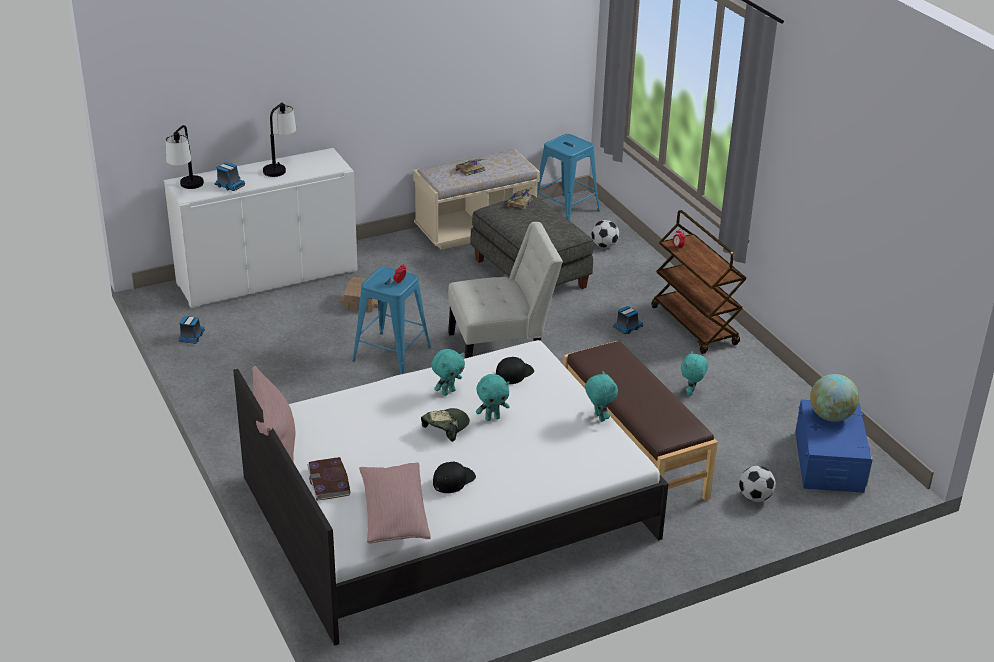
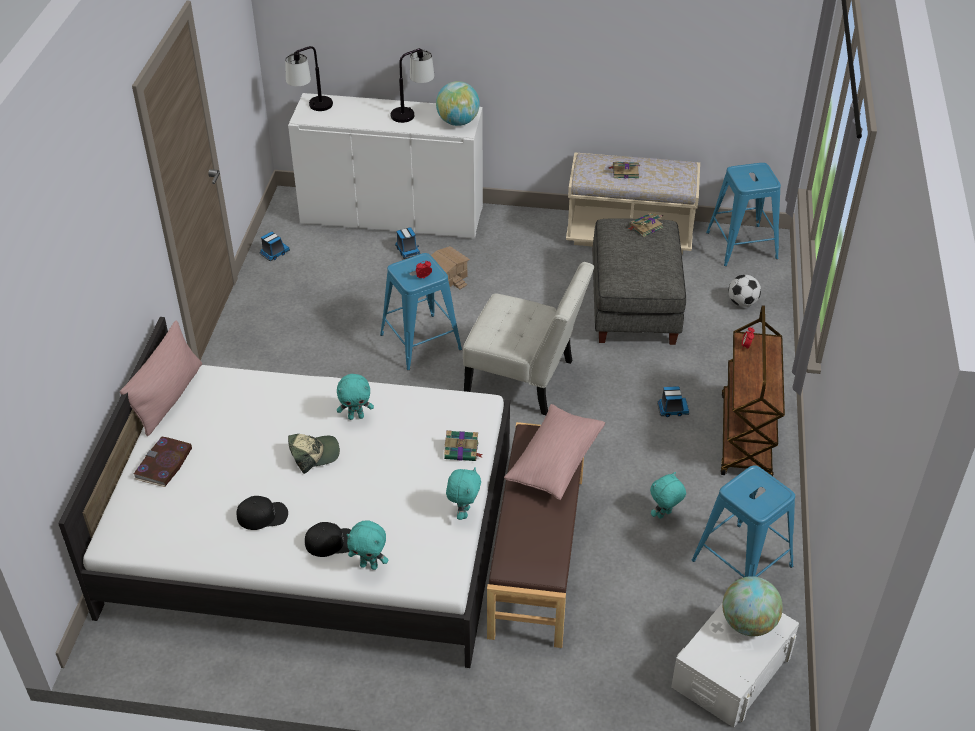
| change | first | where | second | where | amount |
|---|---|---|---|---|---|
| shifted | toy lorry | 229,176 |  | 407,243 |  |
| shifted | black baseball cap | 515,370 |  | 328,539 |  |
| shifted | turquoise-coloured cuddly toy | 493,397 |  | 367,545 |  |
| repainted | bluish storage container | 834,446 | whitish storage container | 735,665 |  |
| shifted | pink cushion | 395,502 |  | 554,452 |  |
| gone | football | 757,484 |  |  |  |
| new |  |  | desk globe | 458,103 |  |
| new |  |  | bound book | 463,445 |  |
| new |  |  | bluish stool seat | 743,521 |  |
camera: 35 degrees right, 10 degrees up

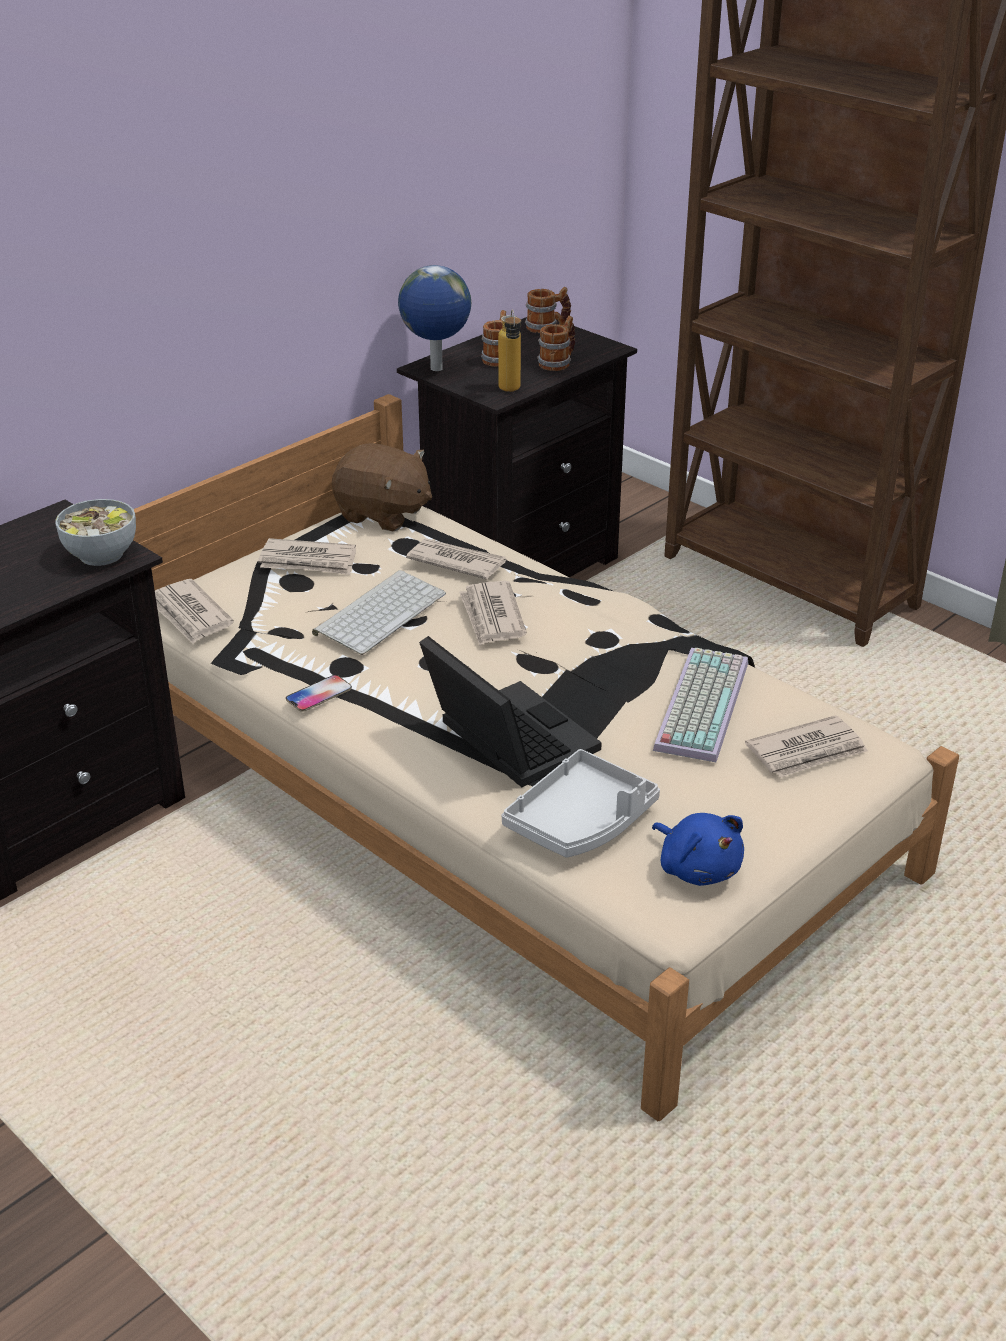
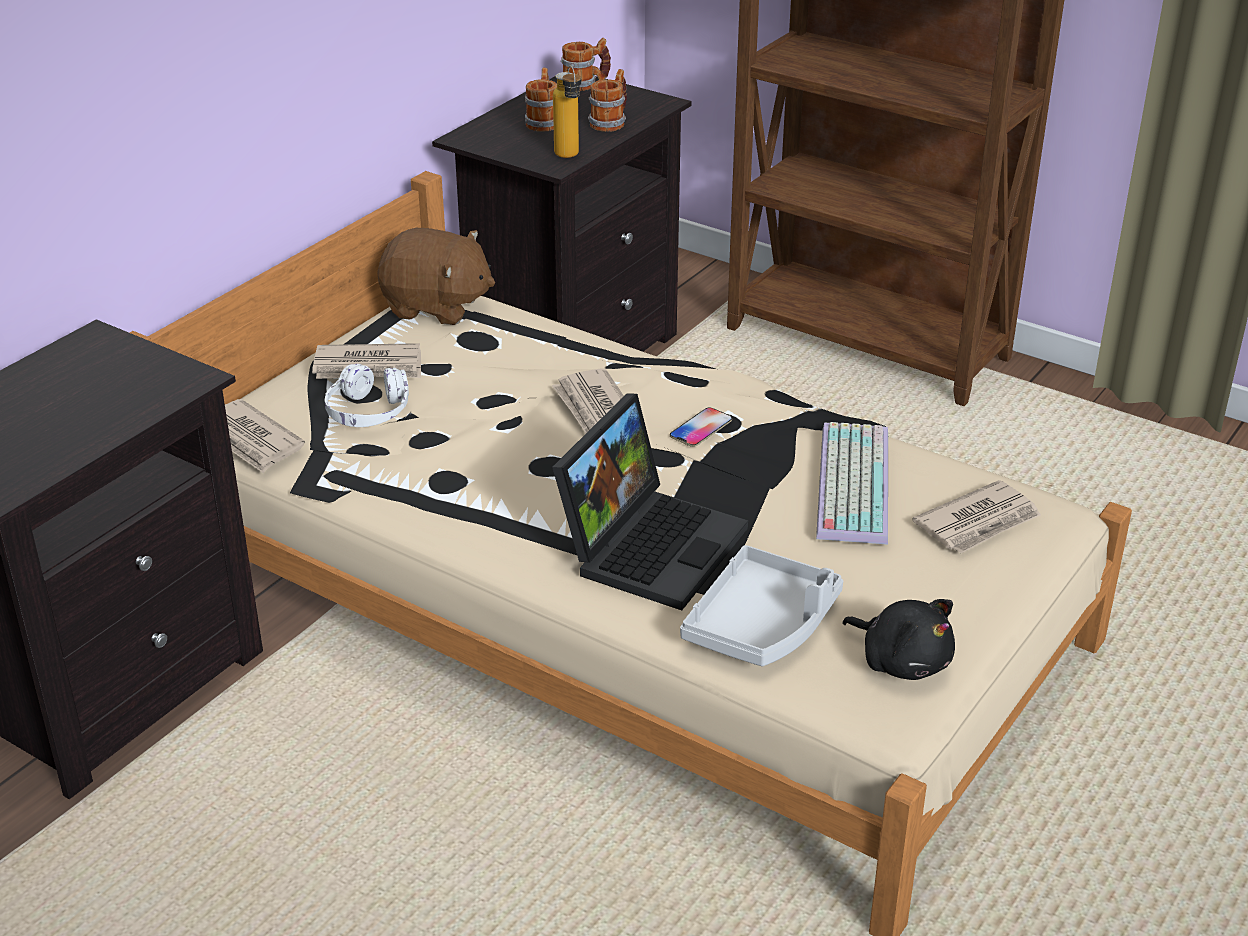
| change | first | where | second | where | amount |
|---|---|---|---|---|---|
| gone | desk globe | 434,318 |  |  |  |
| gone | serving bowl | 96,532 |  |  |  |
| gone | printed paper | 456,558 |  |  |  |
| gone | PC keyboard | 379,612 |  |  |  |
| rotated | notebook computer | 510,711 |  | 650,501 | 75 degrees clockwise |
| shifted | phone | 319,693 |  | 701,427 |  |
| repainted | bluish cuddly toy | 698,849 | black cuddly toy | 898,639 |  |
| new |  |  | whitish pair of headphones | 367,395 |  |
camera: 10 degrees left, 0 degrees up

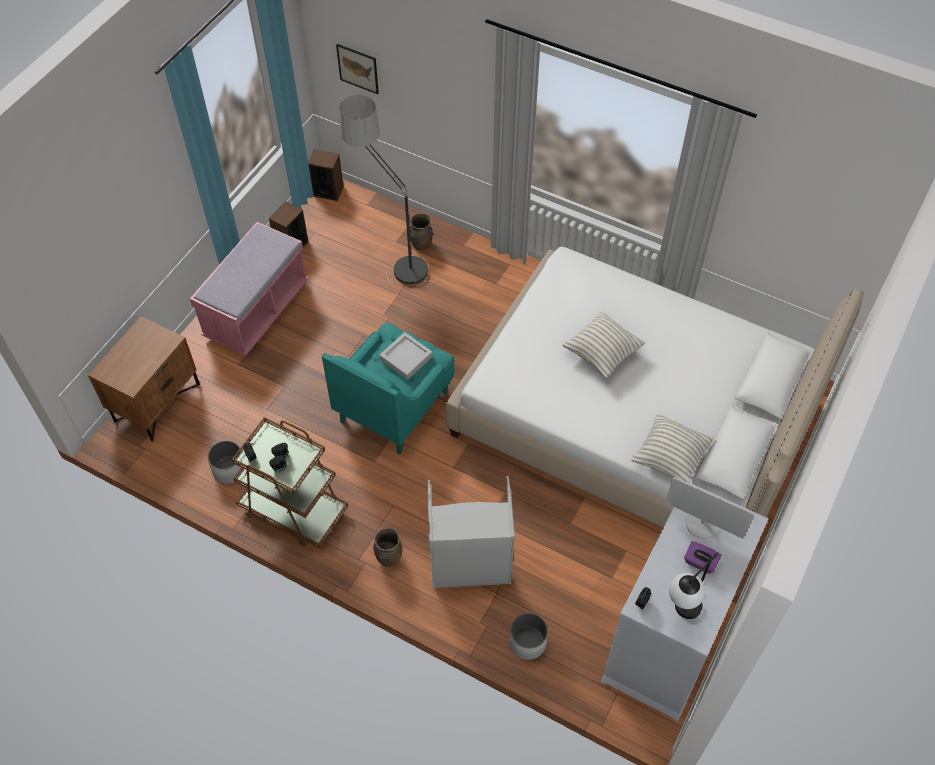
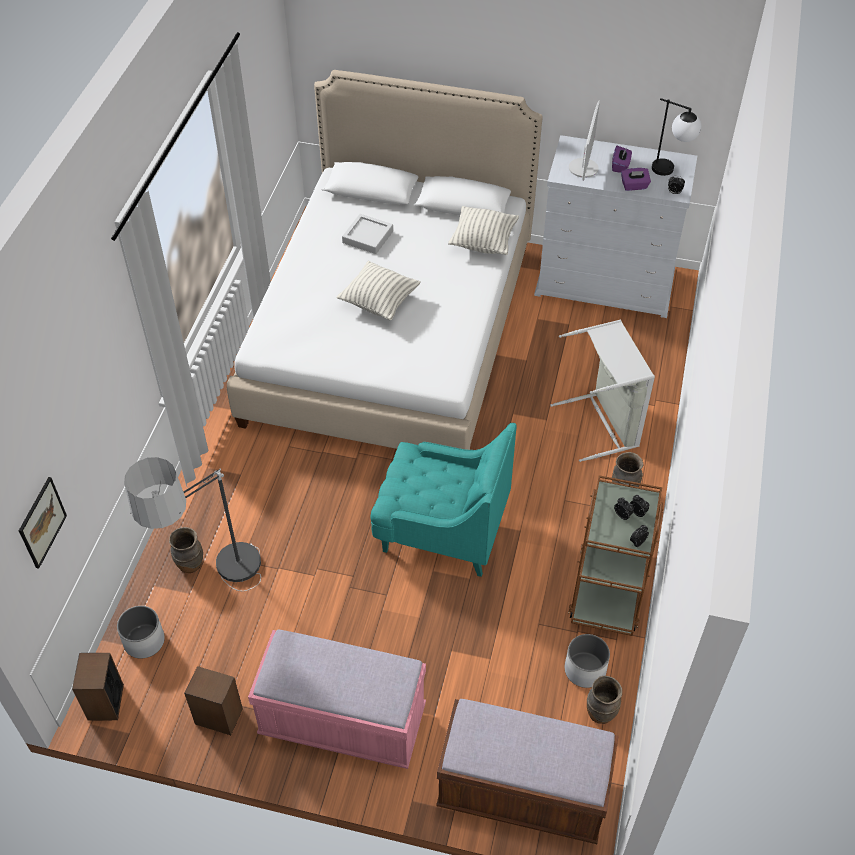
| change | first | where | second | where | amount |
|---|---|---|---|---|---|
| swapped | brown-coloured night table | 144,378 | brown-coloured indoor bench | 527,771 |  |
| shifted | grey carrying tray | 406,356 |  | 367,234 |  |
| shifted | whitish plant pot | 528,636 |  | 141,632 |  |
| new |  |  | purplish tissue holder | 636,179 |  |
| new |  |  | brown-coloured decorative vase | 604,700 |  |
camera: 105 degrees left, 5 degrees down

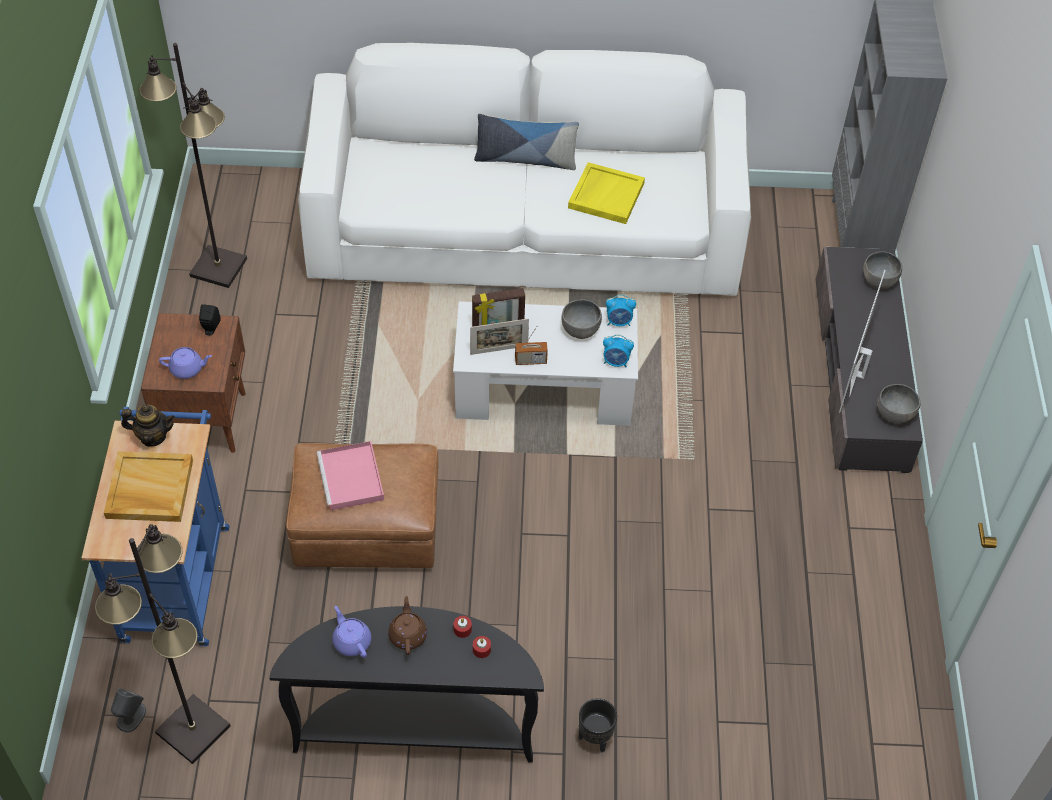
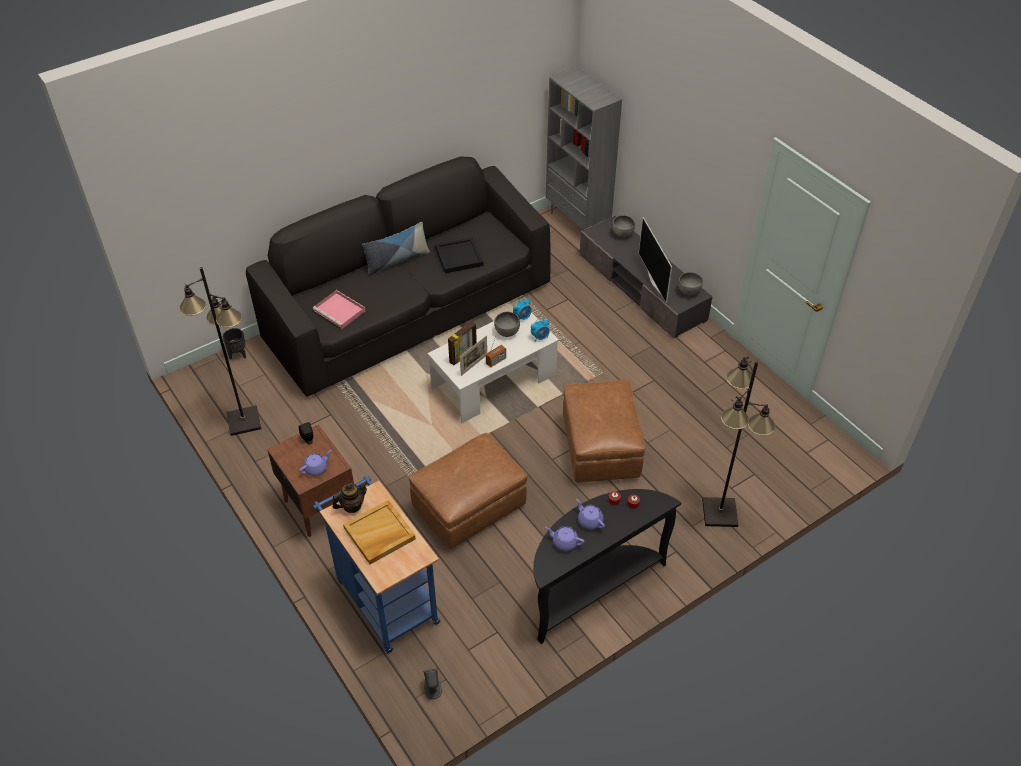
| change | first | where | second | where | amount |
|---|---|---|---|---|---|
| repainted | whitish settee | 524,169 | black settee | 398,276 |  |
| repainted | yellowish carrying tray | 606,193 | black carrying tray | 459,255 |  |
| shifted | pink carrying tray | 350,475 |  | 339,309 |  |
| shifted | black floor lamp | 162,644 |  | 739,442 |  |
| repainted | brown-coloured pot for tea | 407,625 | purplish pot for tea | 590,514 |  |
| shifted | black plant pot | 598,725 |  | 234,343 |  |
| new |  |  | brown-coloured ottoman | 604,431 |  |
camera: 35 degrees left, 5 degrees down

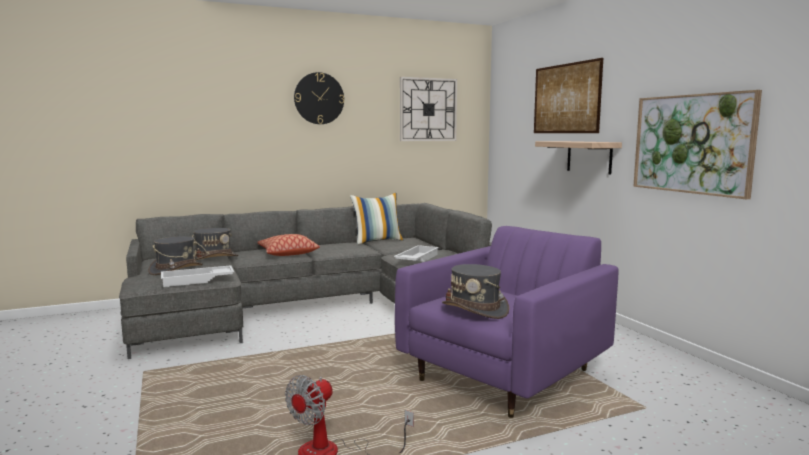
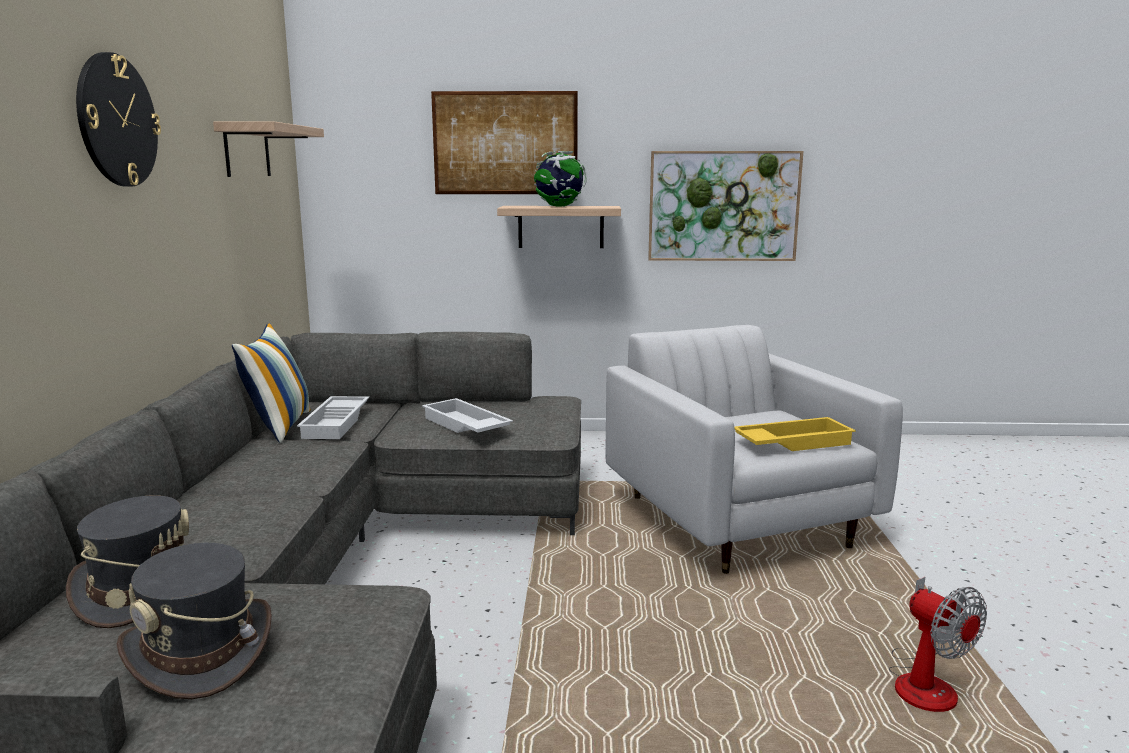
| change | first | where | second | where | amount |
|---|---|---|---|---|---|
| swapped | hanging clock | 428,109 | wall shelf | 268,149 |  |
| repainted | purplish armchair | 506,322 | whitish armchair | 754,449 |  |
| gone | cushion | 288,245 |  |  |  |
| swapped | grey hat | 475,291 | yellowish carrying tray | 795,434 |  |
| shifted | whitish carrying tray | 197,276 |  | 333,417 |  |
| new |  |  | desk globe | 560,179 |  |
camera: 65 degrees left, 5 degrees up

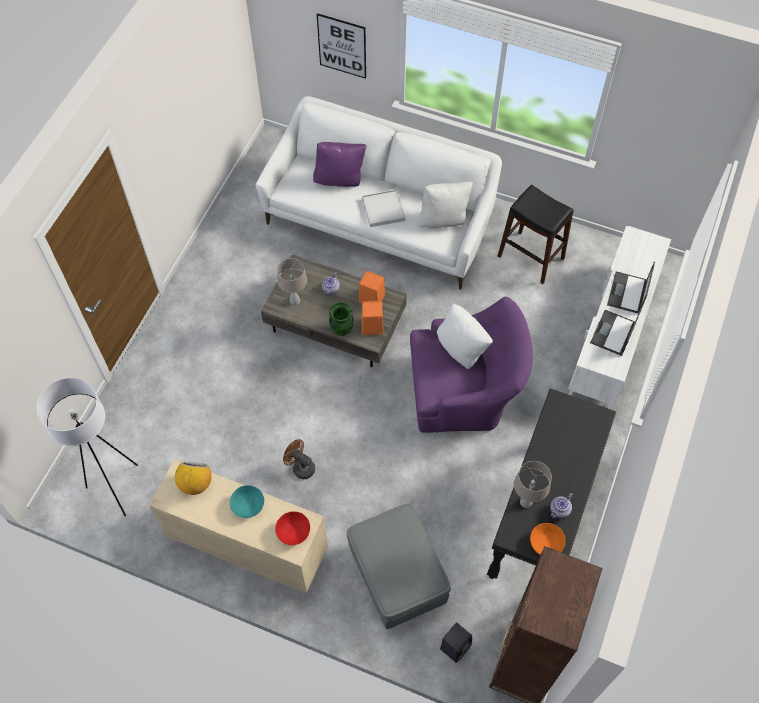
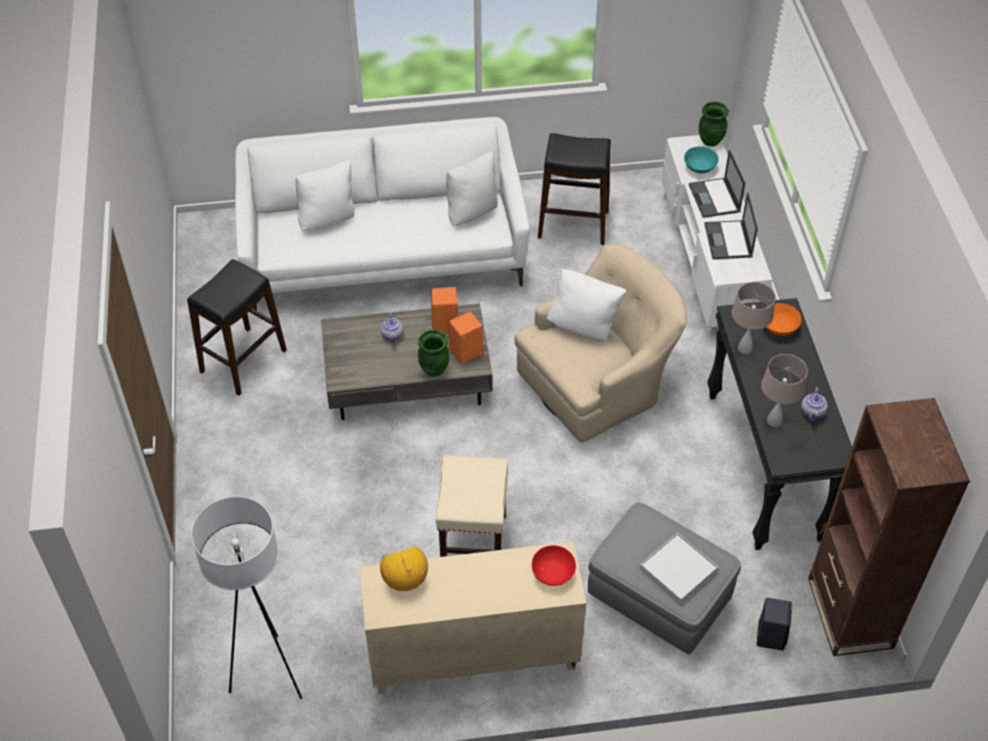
| change | first | where | second | where | amount |
|---|---|---|---|---|---|
| gone | wall picture | 341,46 |  |  |  |
| repainted | purplish cushion | 340,164 | whitish cushion | 325,195 |  |
| shifted | whitish carrying tray | 383,208 |  | 679,568 |  |
| shifted | beige-coloured table lamp | 292,282 |  | 753,318 |  |
| repainted | purplish armchair | 471,365 | beige-coloured armchair | 601,343 |  |
| swapped | brown-coloured fan | 299,459 | beige-coloured stool seat | 472,506 |  |
| shifted | turquoise-coloured serving bowl | 247,501 |  | 701,159 |  |
| shifted | orange-coloured serving bowl | 547,539 |  | 783,319 |  |
| new |  |  | greenish decorative vase | 714,124 |  |
| new |  |  | black stool seat | 237,327 |  |
camera: 30 degrees left, 10 degrees down

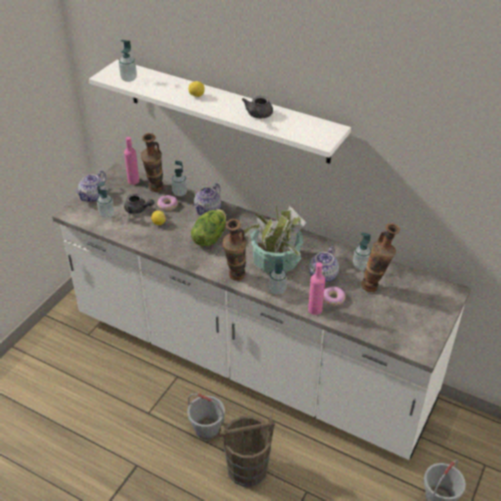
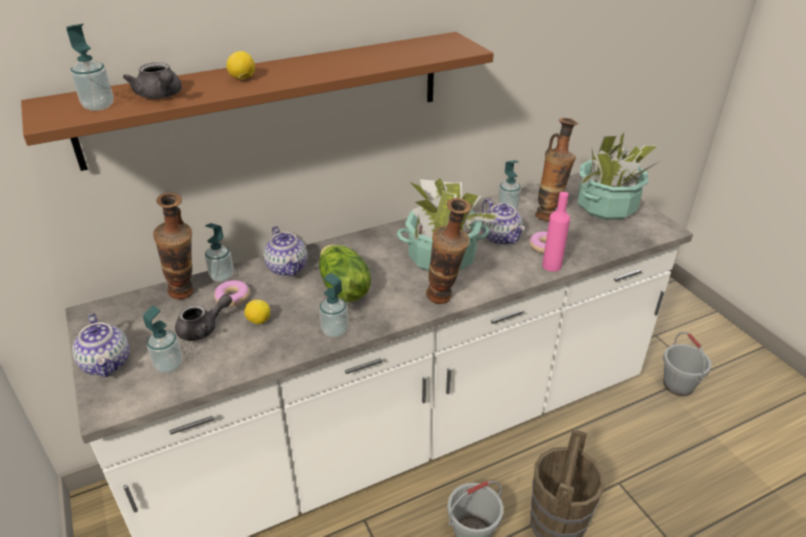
| change | first | where | second | where | amount |
|---|---|---|---|---|---|
| repainted | whitish wall shelf | 220,112 | brown-coloured wall shelf | 257,101 |  |
| shifted | grey pot for tea | 257,107 |  | 152,80 |  |
| gone | pink bottle | 131,161 |  |  |  |
| shifted | soap dispenser | 278,275 |  | 333,305 |  |
| new |  |  | plant in a pot | 618,175 |  |
camera: 55 degrees left, 5 degrees down

